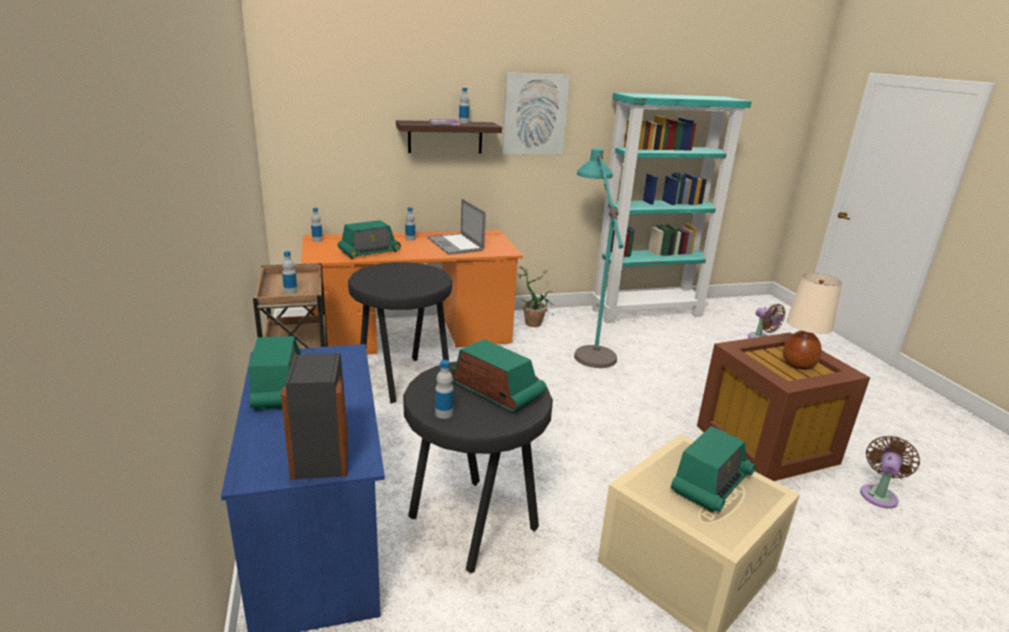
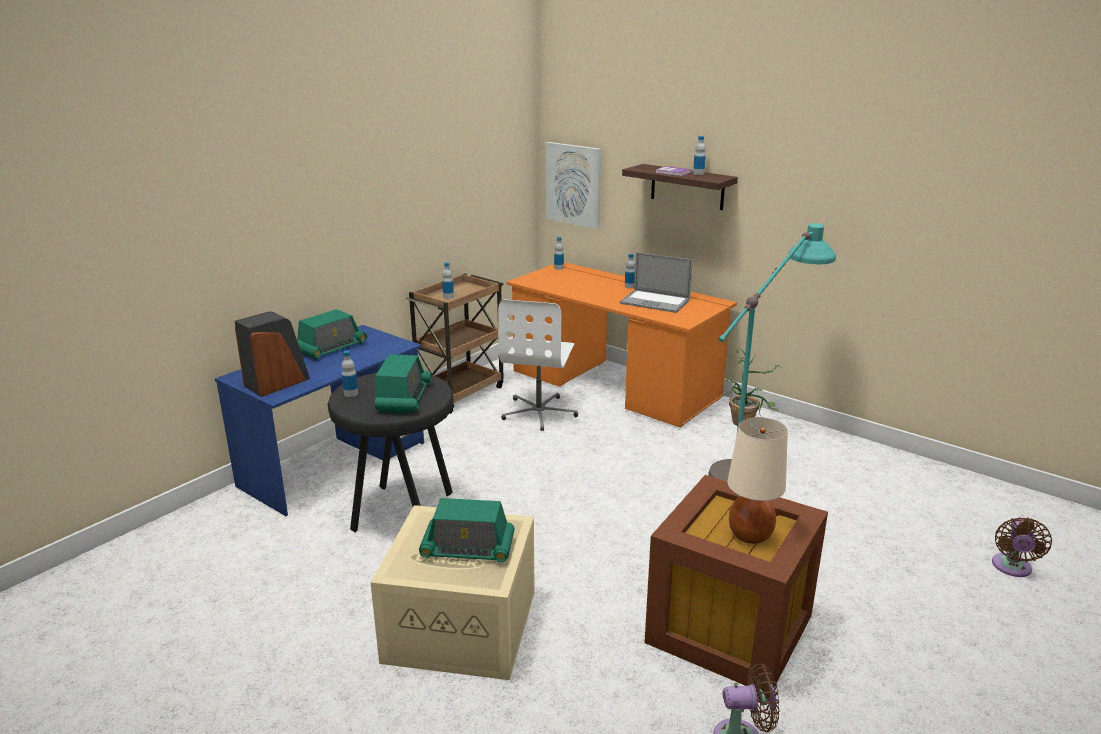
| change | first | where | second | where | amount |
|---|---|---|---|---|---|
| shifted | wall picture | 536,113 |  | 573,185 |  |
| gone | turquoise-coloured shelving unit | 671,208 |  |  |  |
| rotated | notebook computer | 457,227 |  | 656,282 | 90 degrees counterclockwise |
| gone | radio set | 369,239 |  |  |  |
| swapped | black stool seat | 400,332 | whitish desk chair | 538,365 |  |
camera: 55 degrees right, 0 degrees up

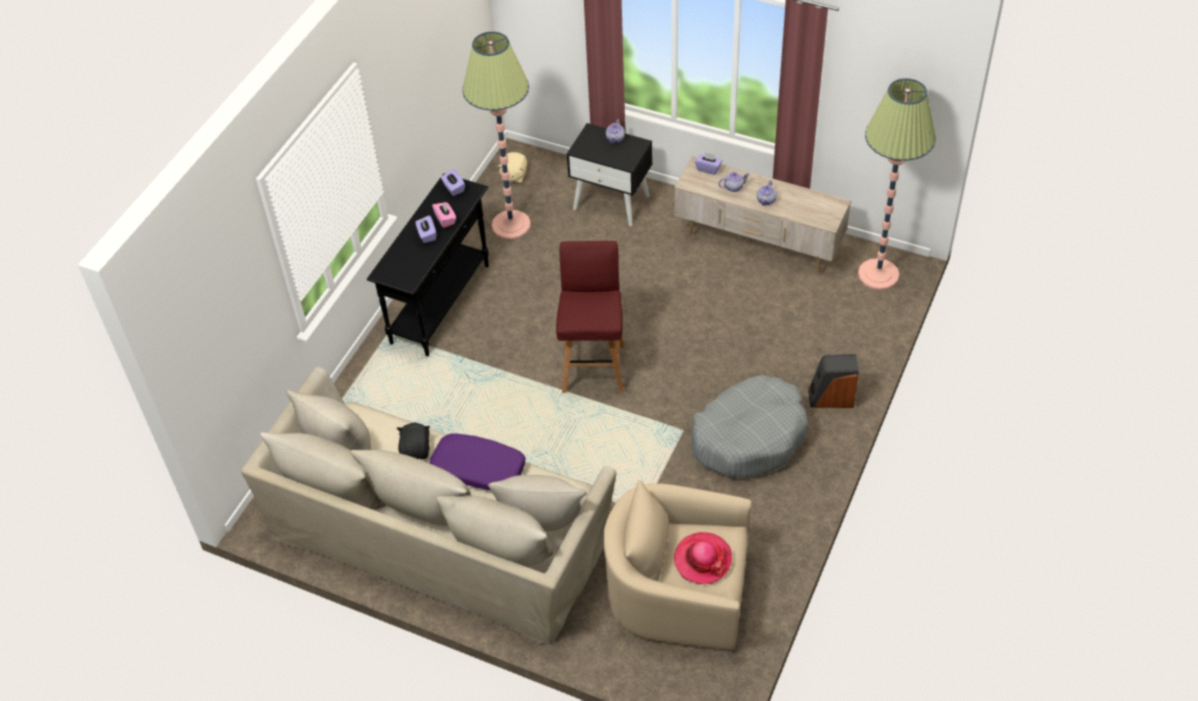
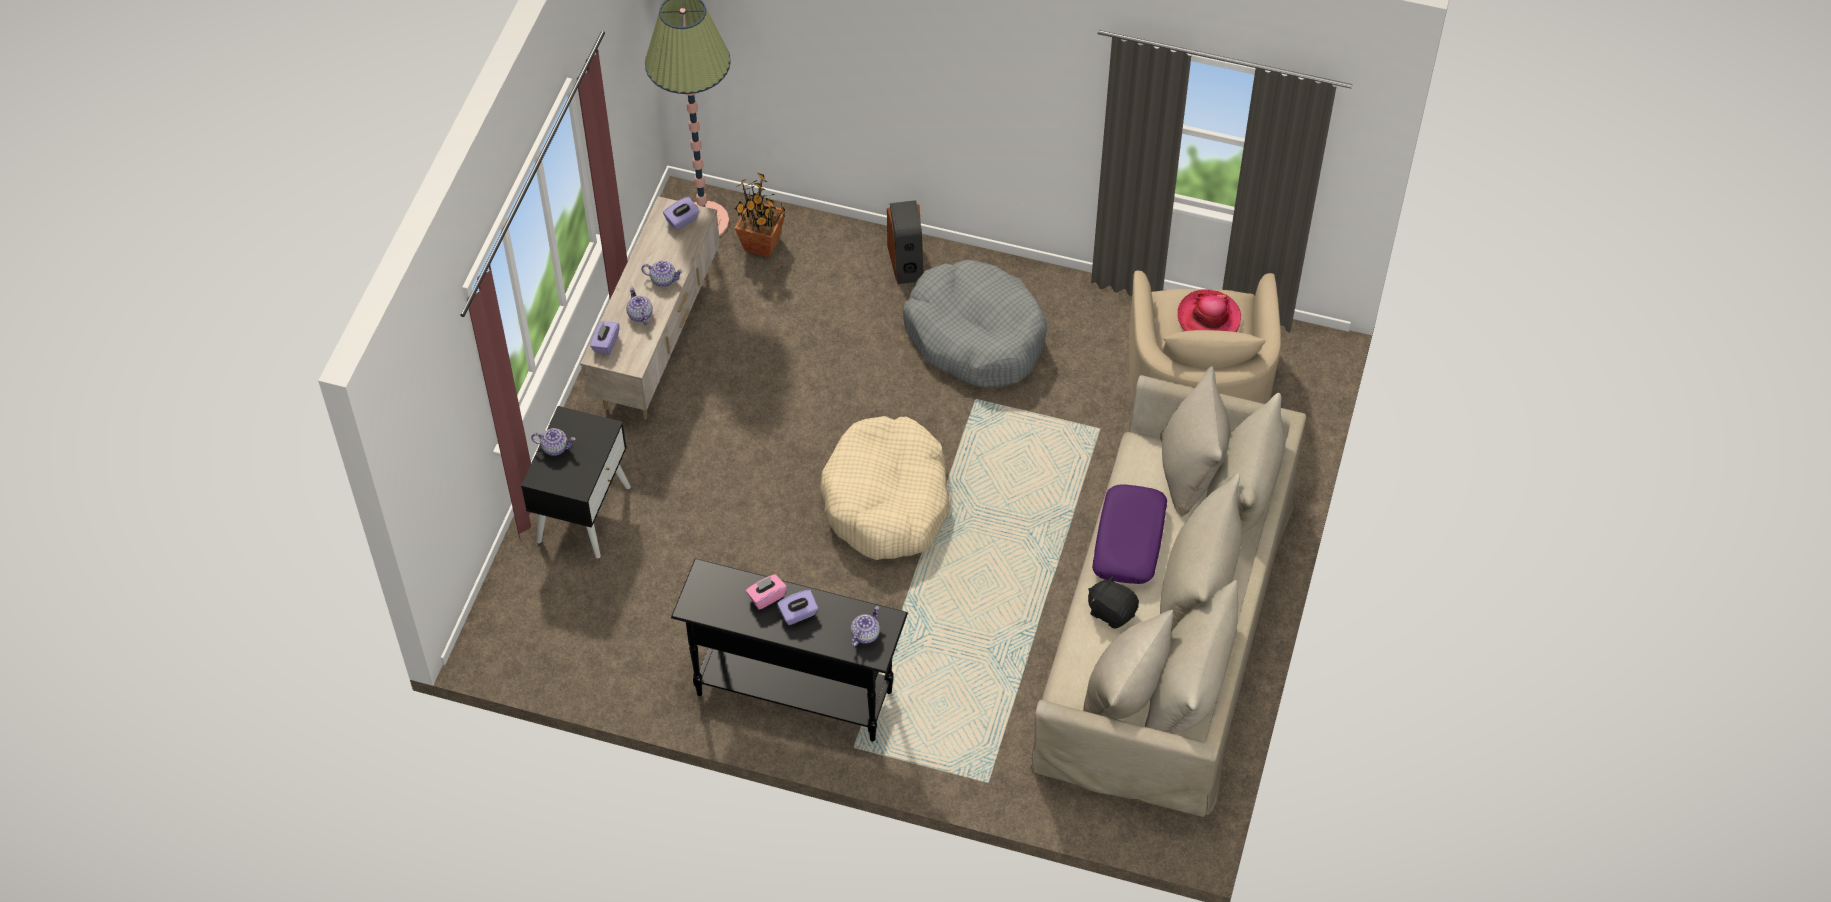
| change | first | where | second | where | amount |
|---|---|---|---|---|---|
| gone | floor lamp | 496,135 |  |  |  |
| gone | beige-coloured cuddly toy | 512,167 |  |  |  |
| shifted | purplish tissue holder | 453,182 |  | 681,213 |  |
| swapped | reddish stool seat | 590,317 | beige-coloured pet bed | 885,488 |  |
| rotated | black cuddly toy | 413,441 |  | 1113,602 | 45 degrees clockwise |
| new |  |  | plant in a pot | 760,215 |  |
| new |  |  | pot for tea | 865,626 |  |
camera: 100 degrees left, 5 degrees up

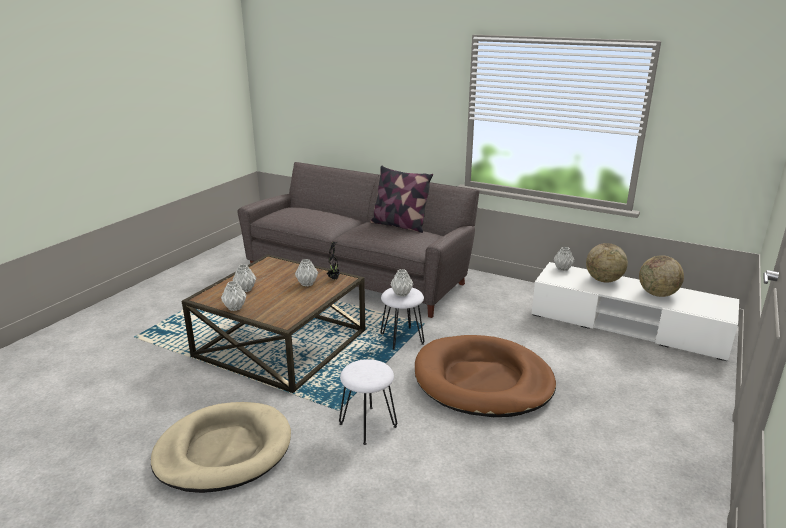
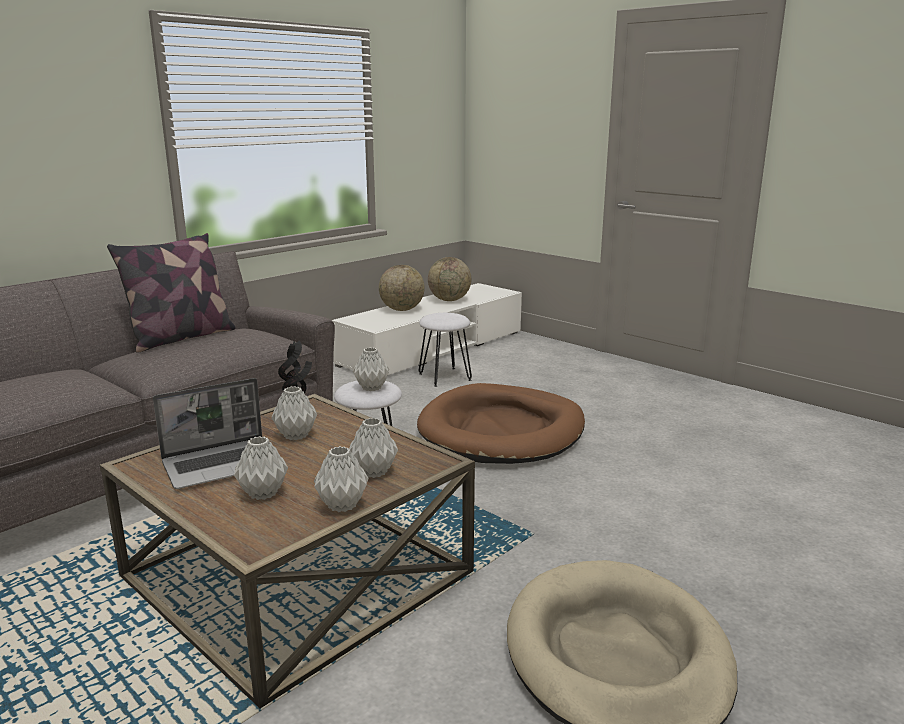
| change | first | where | second | where | amount |
|---|---|---|---|---|---|
| shifted | grey decorative vase | 564,259 |  | 373,448 |  |
| shifted | whitish stool seat | 368,402 |  | 445,350 |  |
| new |  |  | notebook computer | 207,433 |  |
camera: 75 degrees left, 5 degrees down

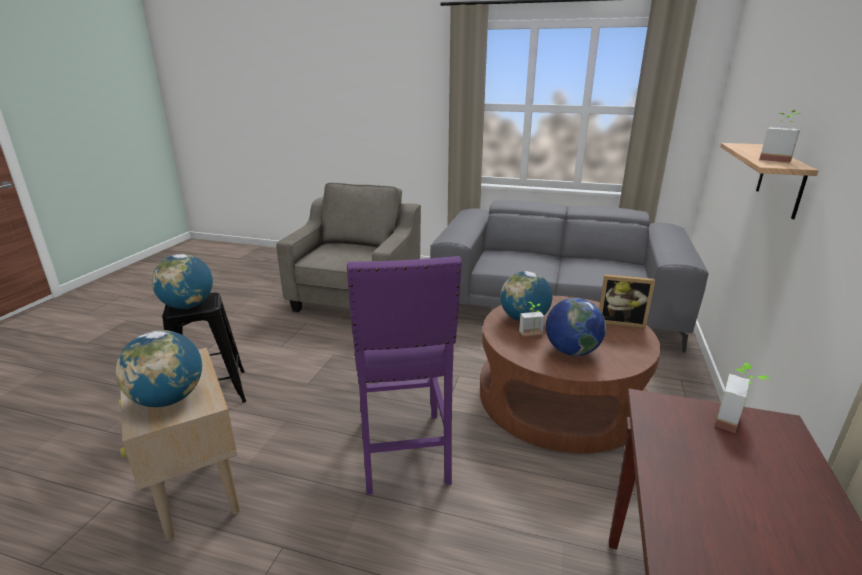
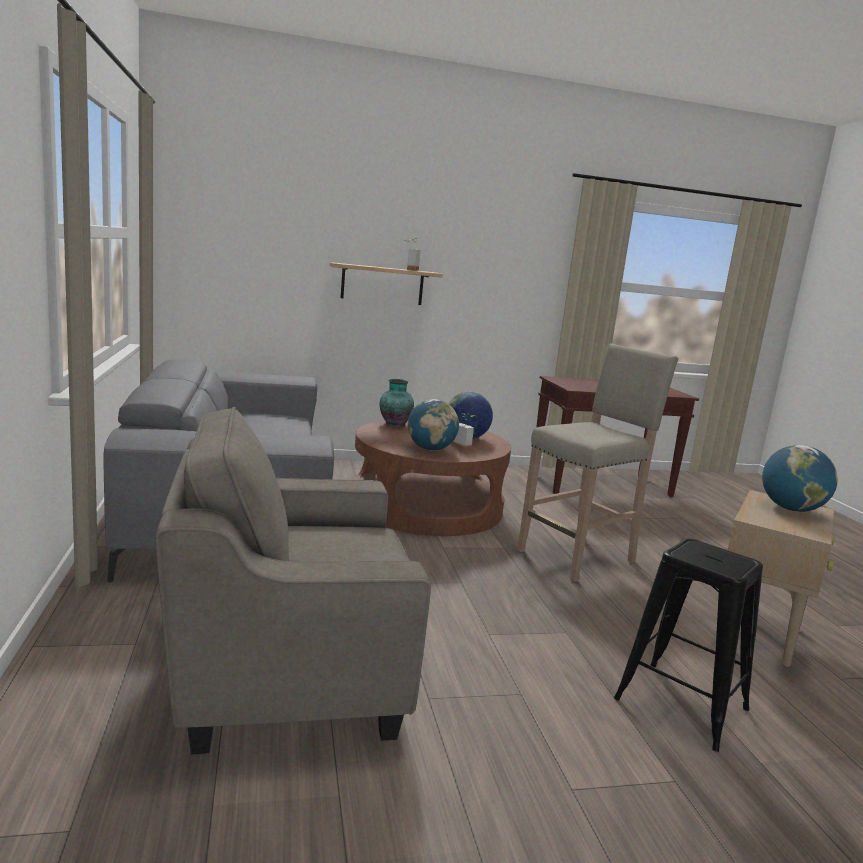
| change | first | where | second | where | amount |
|---|---|---|---|---|---|
| gone | desk globe | 182,281 |  |  |  |
| repainted | purplish stool seat | 404,375 | beige-coloured stool seat | 597,463 |  |
| swapped | standing frame | 627,301 | decorative vase | 397,403 |  |
| gone | plant in a pot | 743,398 |  |  |  |
camera: 120 degrees left, 10 degrees down

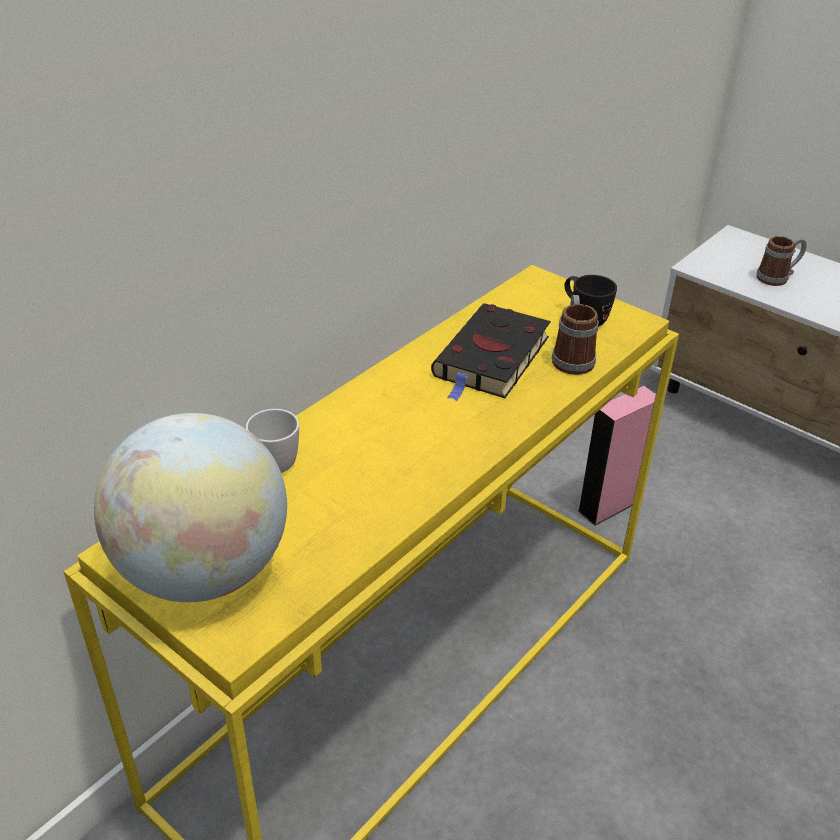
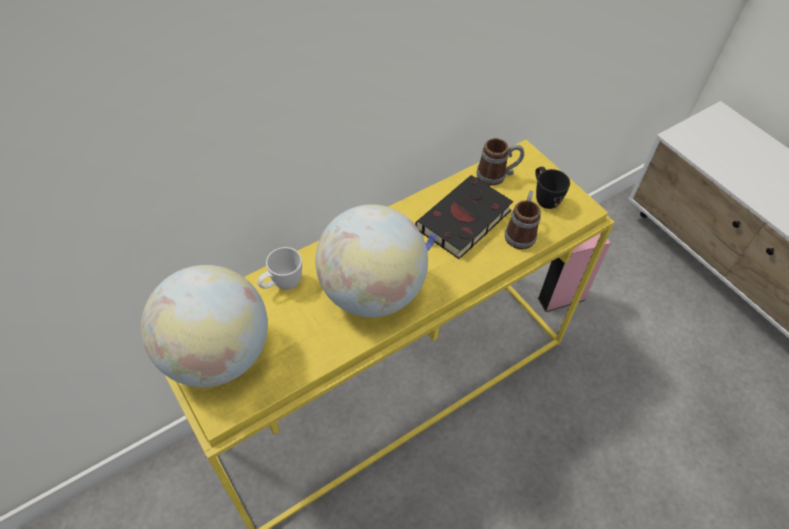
| change | first | where | second | where | amount |
|---|---|---|---|---|---|
| shifted | tea mug | 781,261 |  | 500,162 |  |
| new |  |  | desk globe | 371,260 |  |
camera: 15 degrees right, 15 degrees up

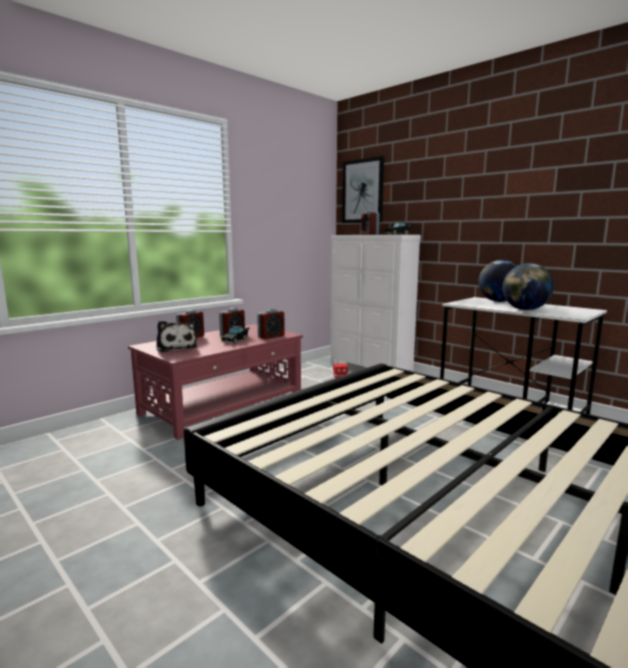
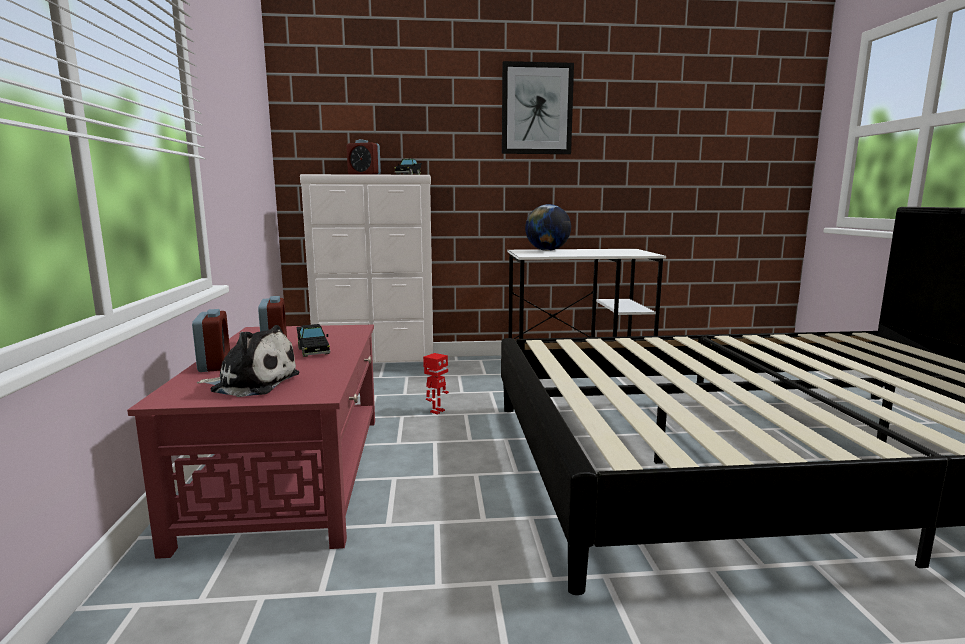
| change | first | where | second | where | amount |
|---|---|---|---|---|---|
| shifted | wall picture | 363,189 |  | 538,107 |  |
| gone | desk globe | 528,286 |  |  |  |
| gone | alarm clock | 271,324 |  |  |  |
camera: 50 degrees left, 0 degrees up

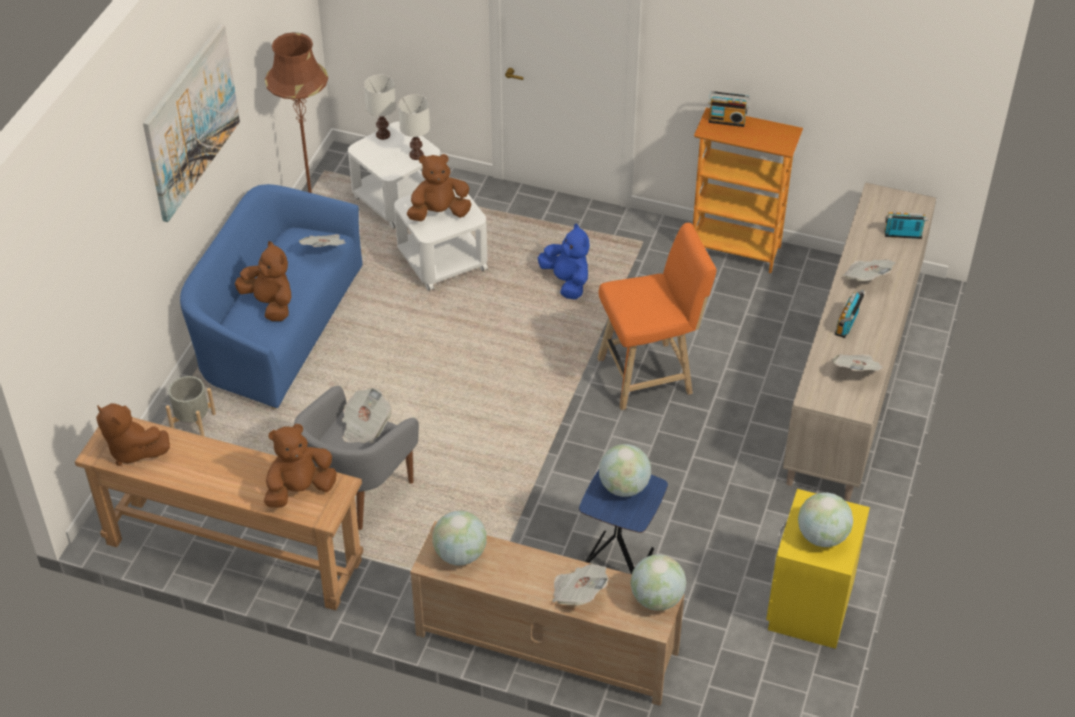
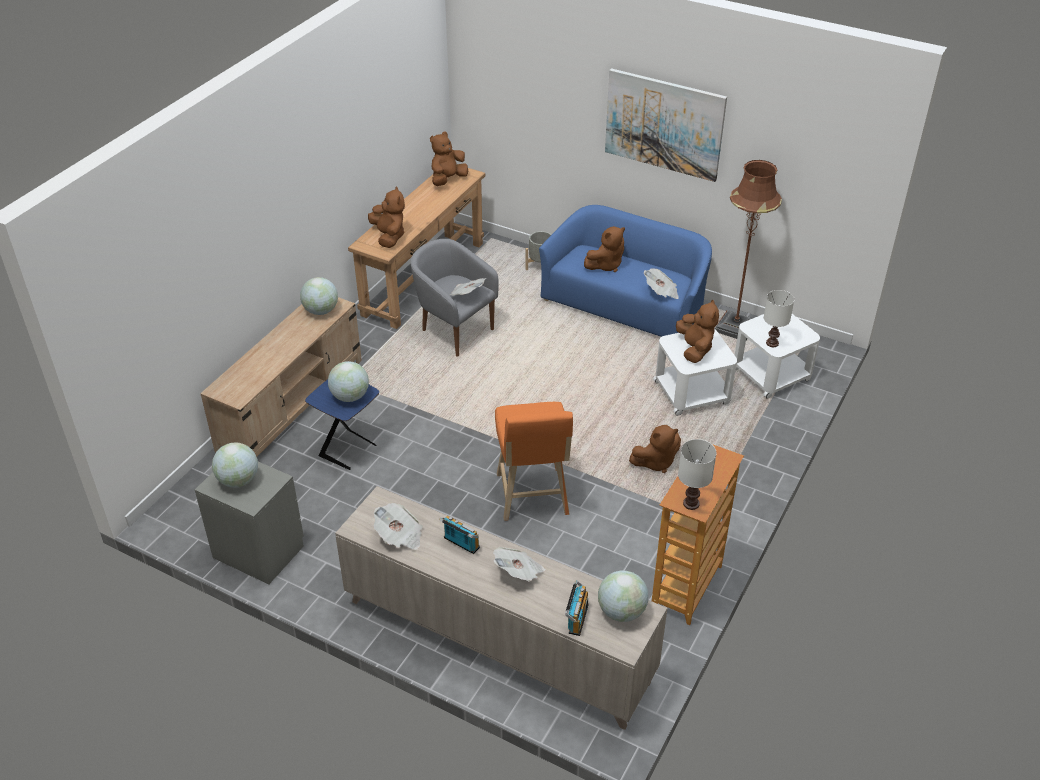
| change | first | where | second | where | amount |
|---|---|---|---|---|---|
| shifted | whitish table lamp | 380,107 |  | 697,474 |  |
| gone | radio set | 729,109 |  |  |  |
| repainted | bluish cuddly toy | 564,261 | brown-coloured cuddly toy | 655,449 |  |
| repainted | yellowish night table | 818,569 | grey night table | 249,523 |  |
| shifted | desk globe | 658,582 |  | 623,596 |  |
| gone | printed paper | 580,585 |  |  |  |
camera: 100 degrees right, 5 degrees down

